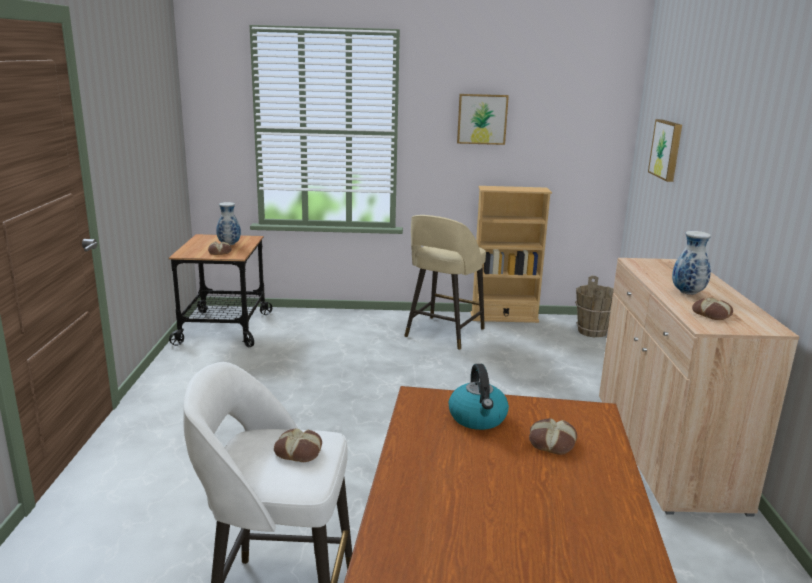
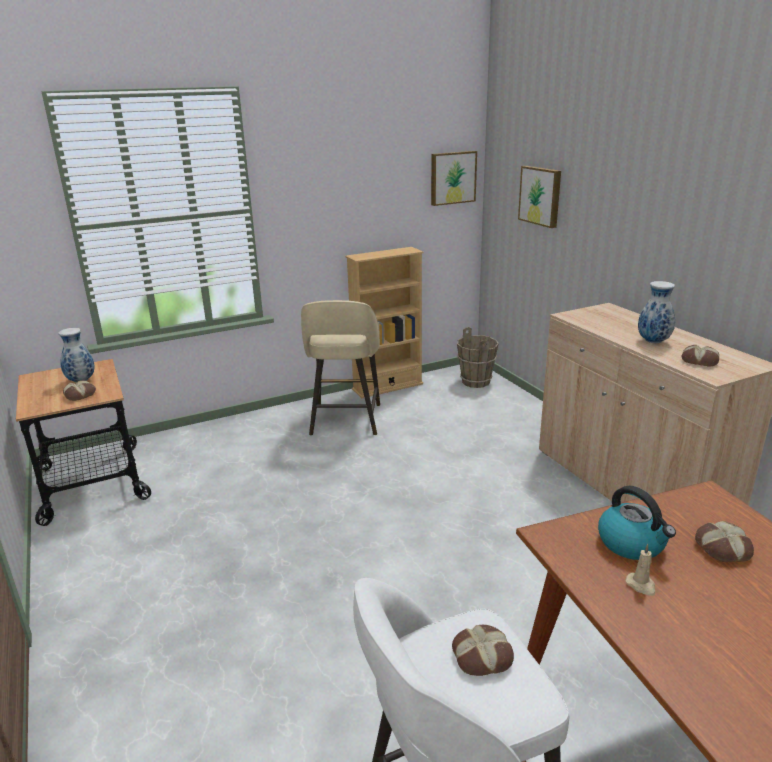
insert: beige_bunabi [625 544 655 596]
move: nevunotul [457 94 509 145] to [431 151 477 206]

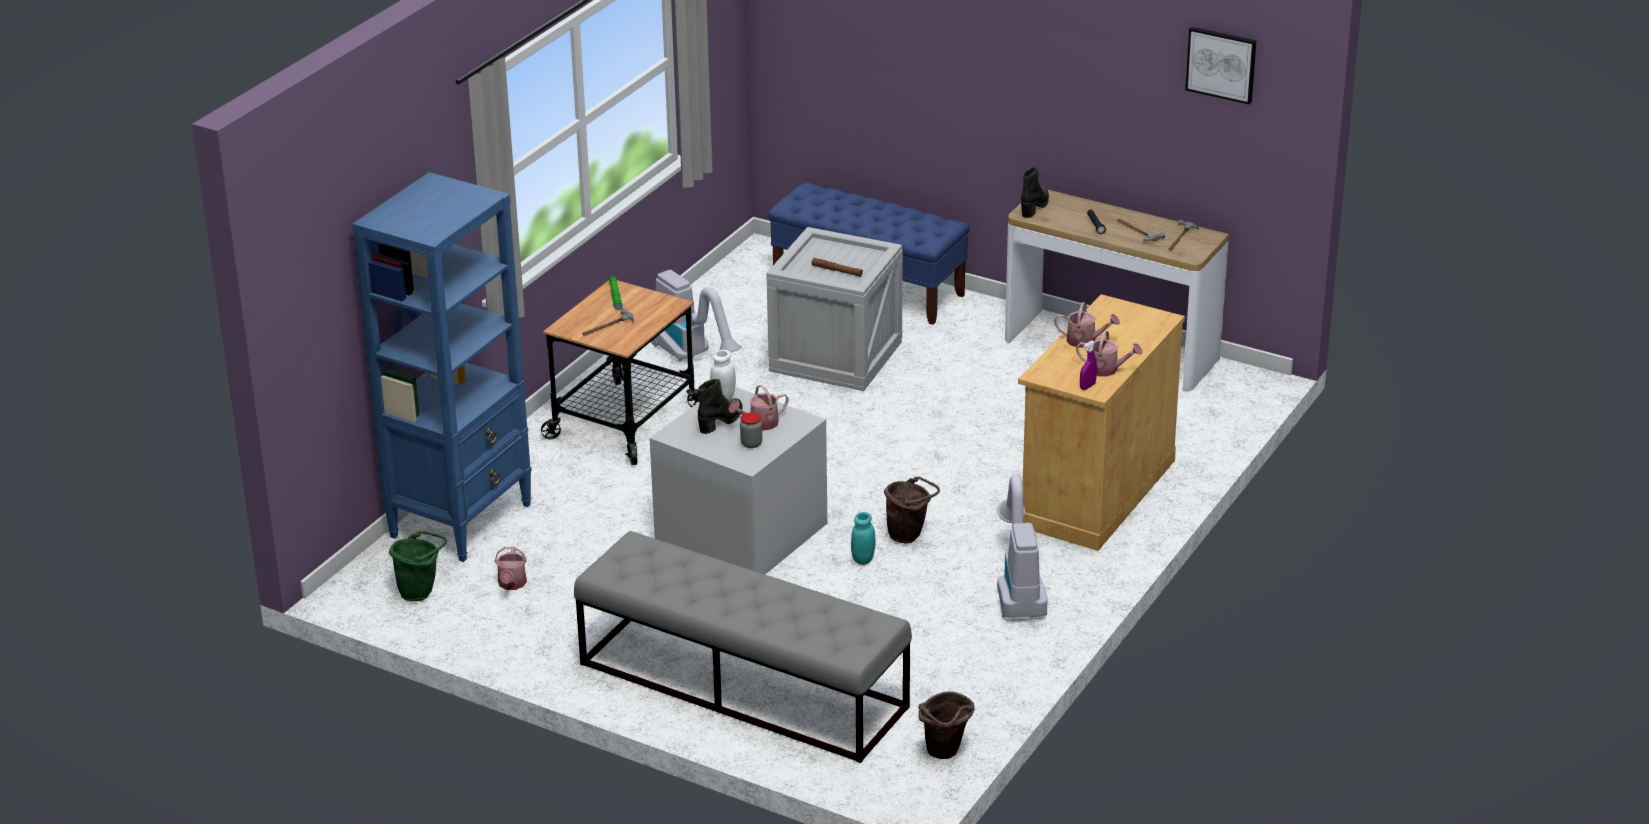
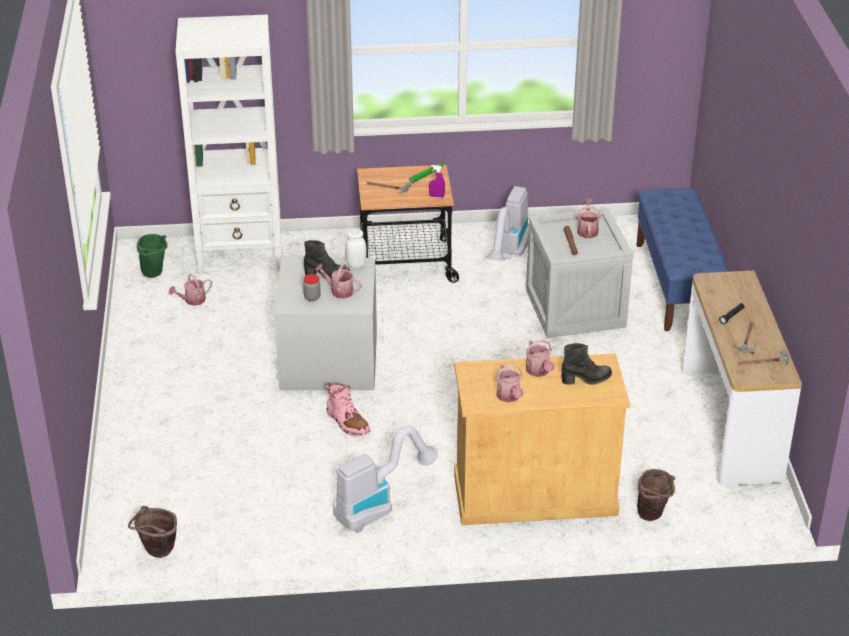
delete: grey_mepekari [574 531 912 763]; nevunotul [1185 27 1256 105]
insert: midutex [577 199 601 238]
move: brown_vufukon [884 477 940 543] to [637 469 675 521]; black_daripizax [1021 167 1049 218] to [561 343 612 385]; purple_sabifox [1080 340 1097 390] to [429 165 445 198]
replace: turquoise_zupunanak [851 512 876 565] to pink_daripizax [325 382 370 437]
recolor: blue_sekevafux [352 172 532 562] to white_sekevafux [175 15 281 274]

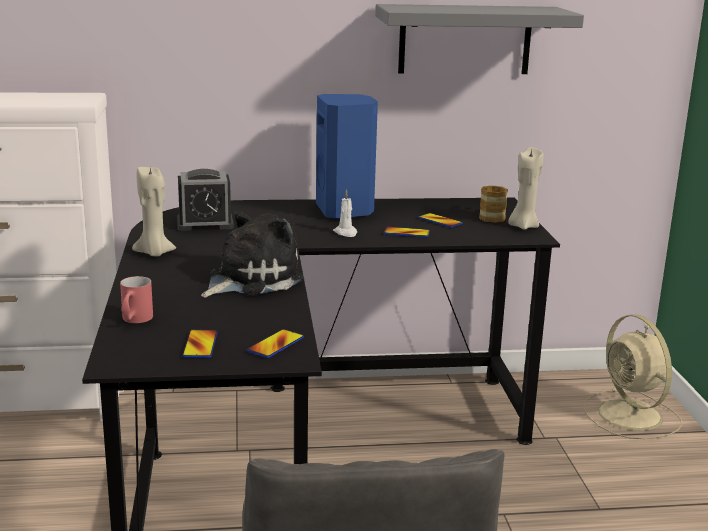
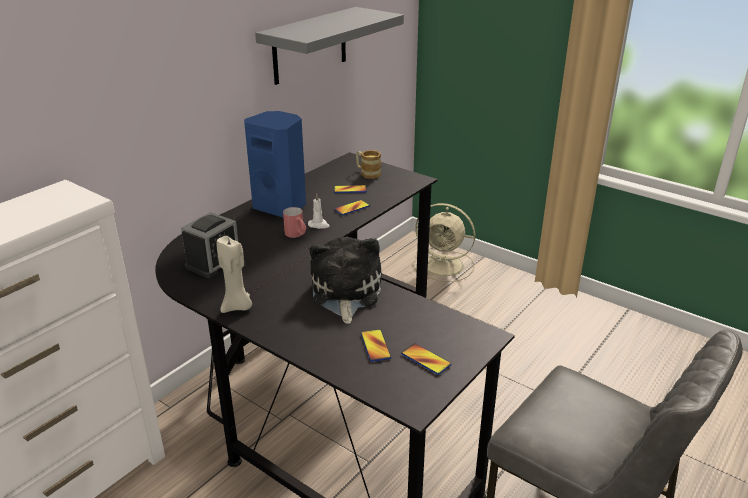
delete: beige_bunabi [508 147 544 230]
move: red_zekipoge [120 276 153 323] to [283 207 306 238]; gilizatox [247 329 304 358] to [361 329 391 362]

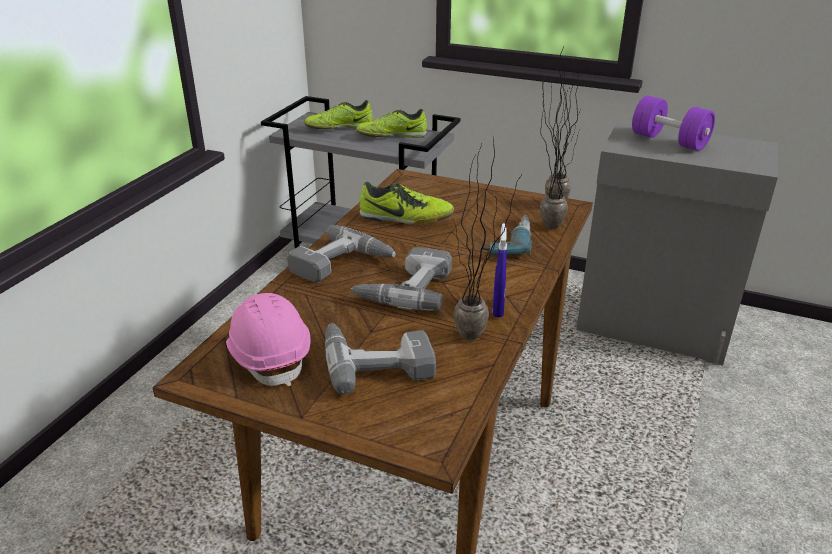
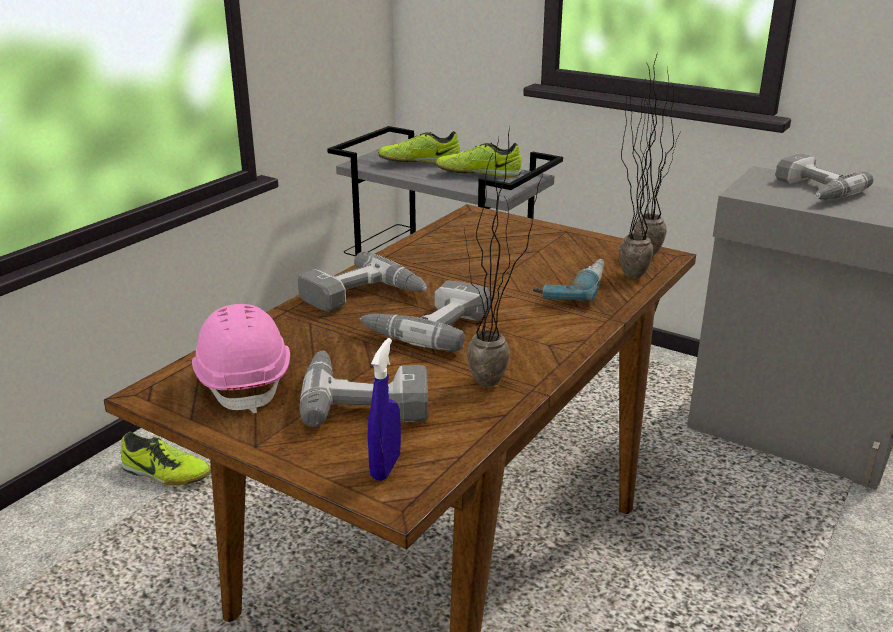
move: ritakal [360 181 454 224] to [121 432 211 486]; blue_sabifox [493 223 507 318] to [368 338 401 481]
replace: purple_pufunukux [632 95 715 151] to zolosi [775 154 873 200]

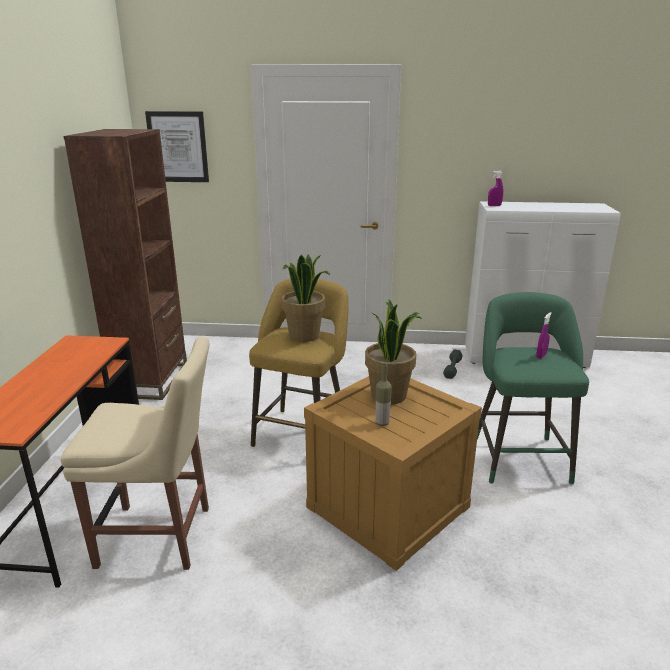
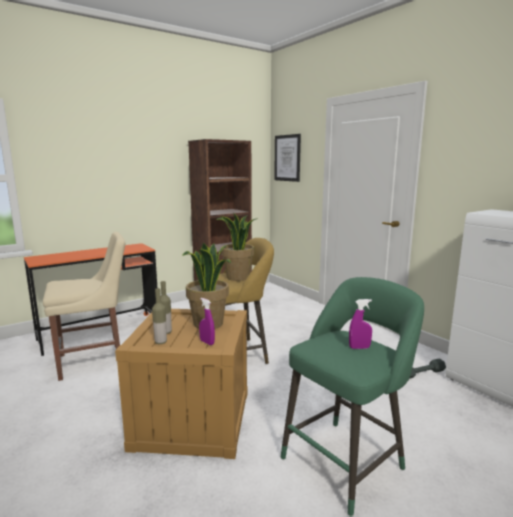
insert: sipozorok [152 288 167 344]
move: purple_sabifox [488 171 503 206] to [199 298 215 345]
rotate: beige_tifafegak [61 336 209 570] = [43 232 125 381] 75 degrees counterclockwise

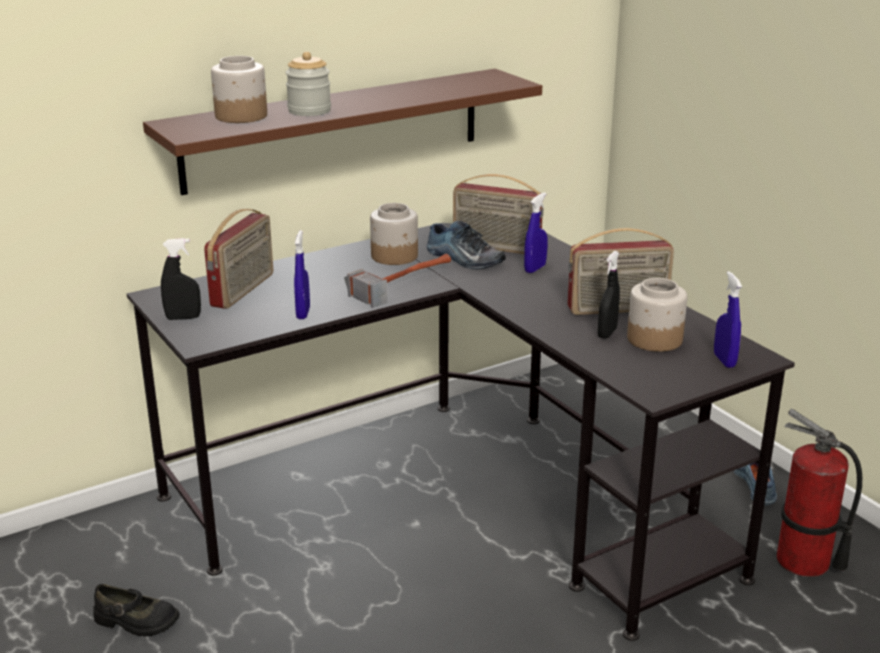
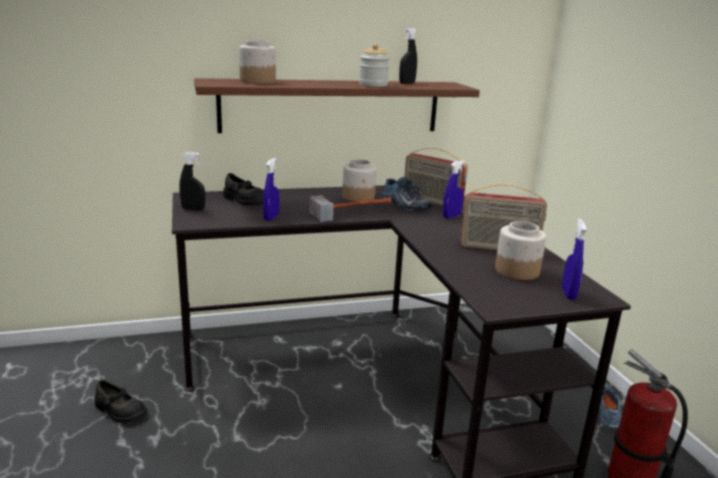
move: zupunanak [285 52 331 116] to [359 44 390 87]; black_sabifox [598 251 620 339] to [399 28 417 84]
replace: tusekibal [204 209 273 309] to black_ritakal [223 173 264 206]

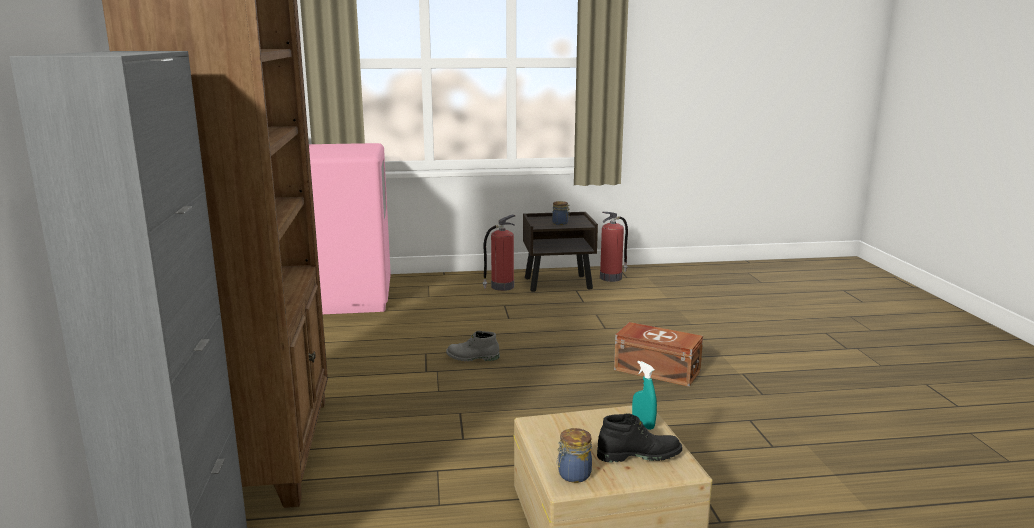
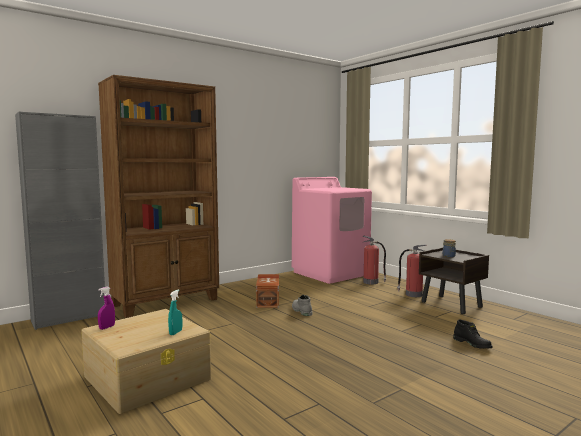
move: black_daripizax [597 413 682 462] to [453 320 493 349]; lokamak [600 212 628 282] to [362 236 386 285]; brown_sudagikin [614 322 703 387] to [256 274 279 308]
replace: zupunanak [557 428 592 483] to purple_sabifox [98 287 115 330]

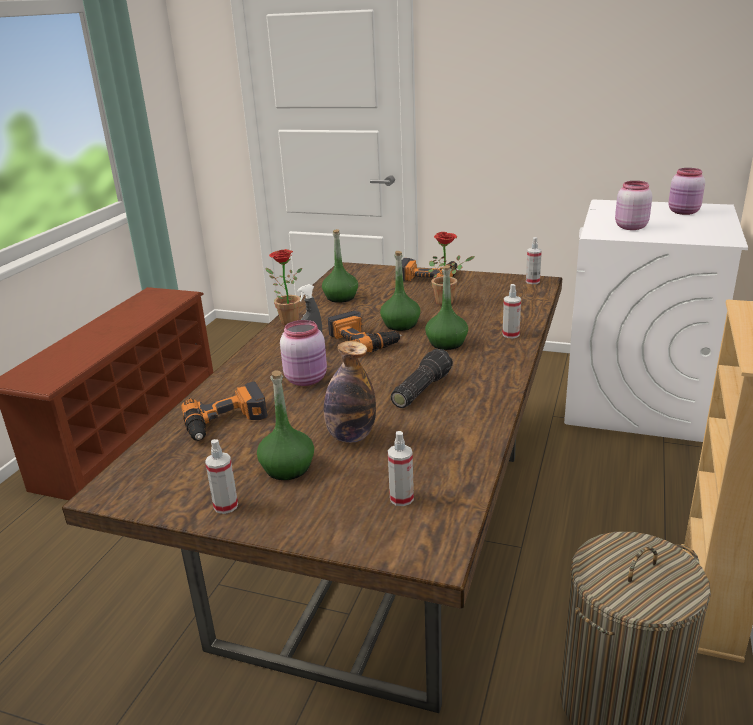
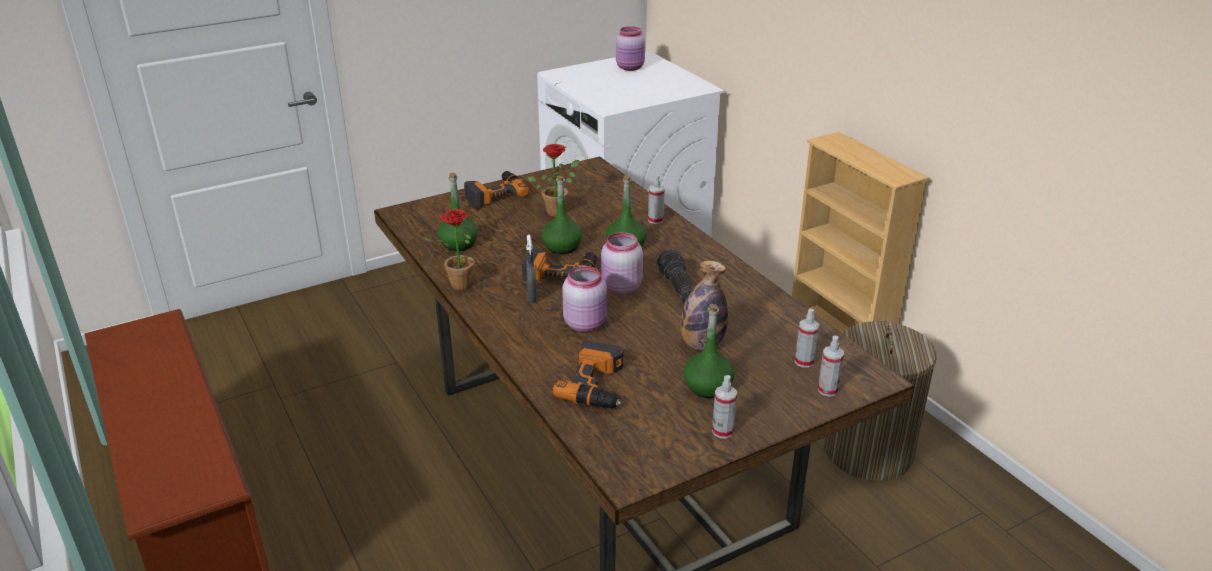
move: sabifox [526 237 542 284] to [818 336 844 397]; pink_zupunanak [615 181 652 230] to [601 232 643 295]

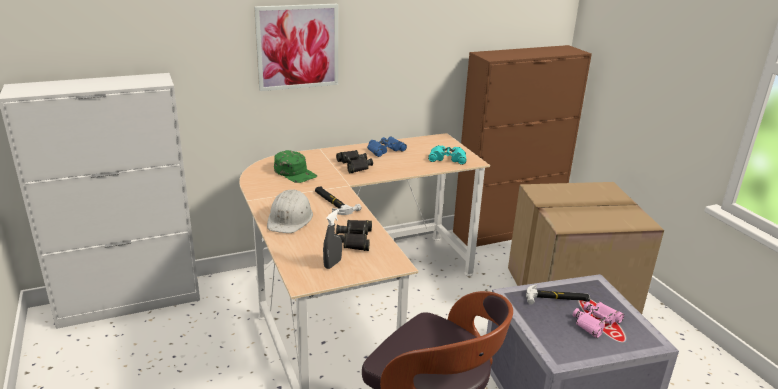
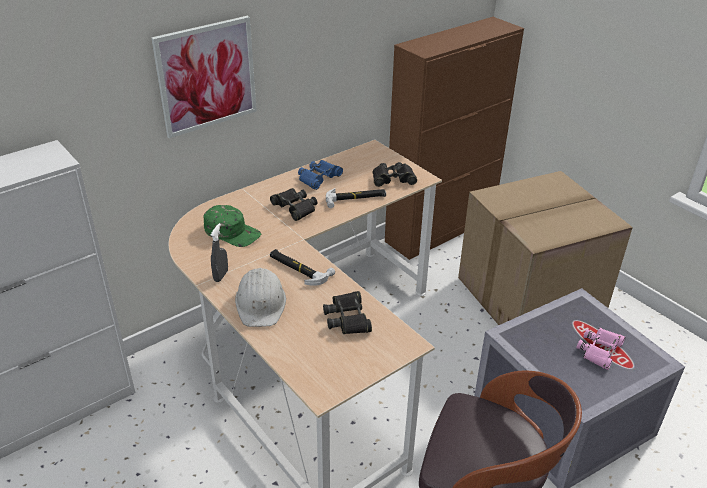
move: grey_sabifox [323 209 342 269] to [210 223 228 282]; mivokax [526 284 590 305] to [326 188 386 208]
recolor: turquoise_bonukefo [428 145 467 165] to black_bonukefo [373 162 417 187]

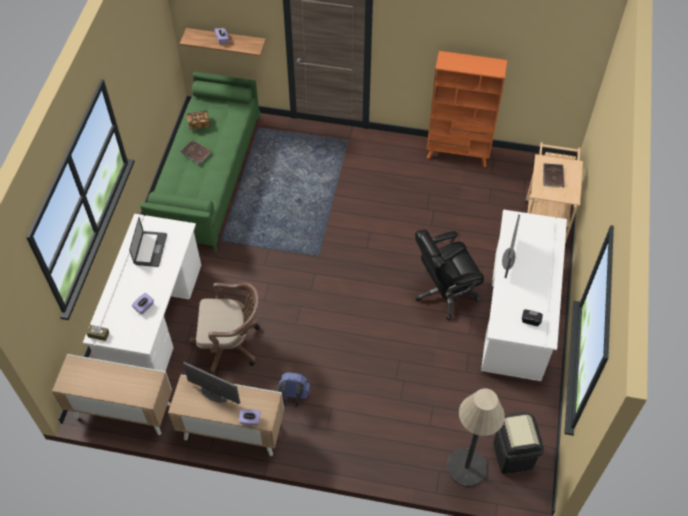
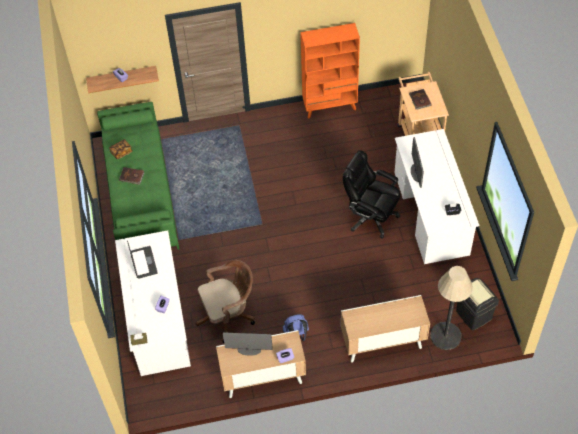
move: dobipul [52 354 172 435] to [341 295 430 363]
rotate: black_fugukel [415 230 484 320] = [343 150 400 239] 75 degrees clockwise

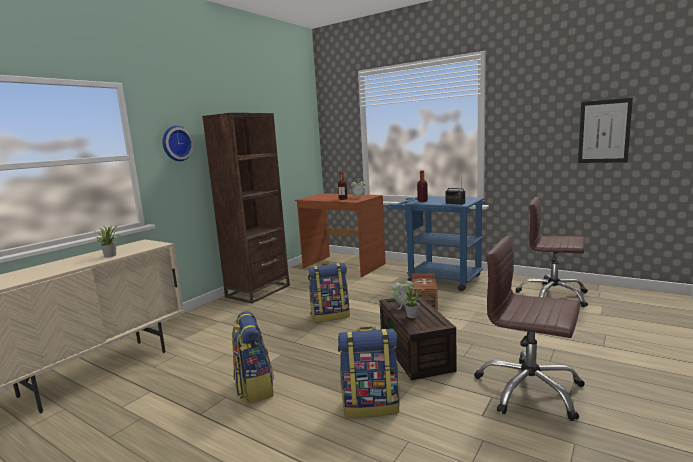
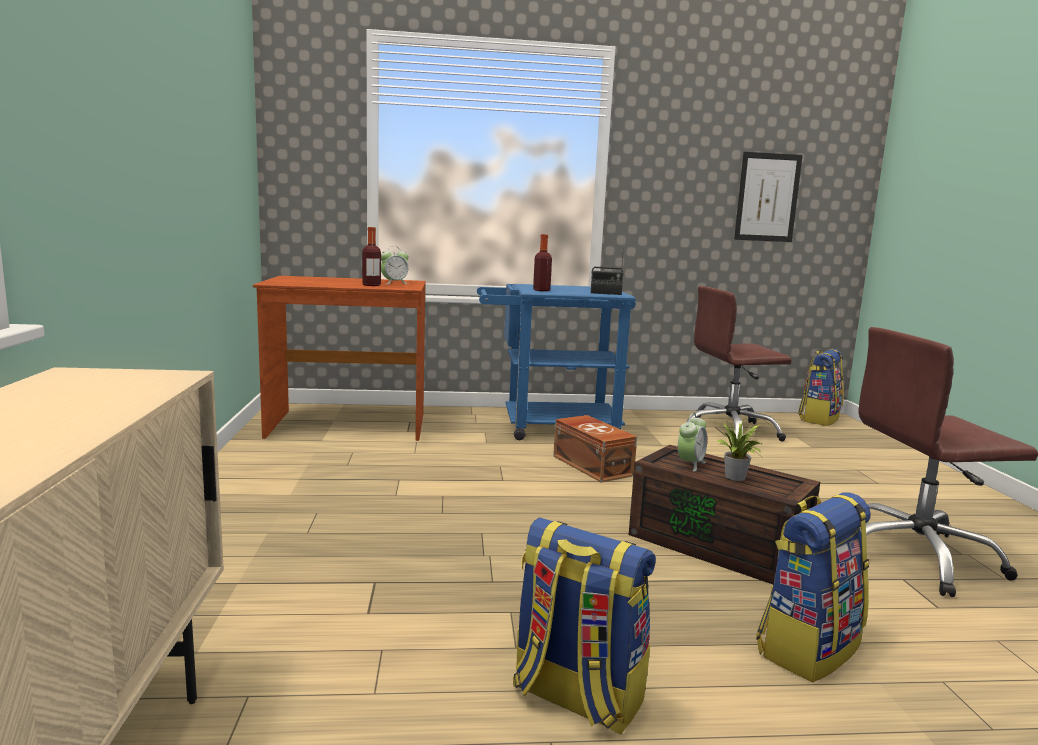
delete: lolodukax [92 225 120 257]; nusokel [162 126 194 161]; brown_sekevafux [202 113 290 303]
move: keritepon [308 263 350 322] to [798 349 844 426]

